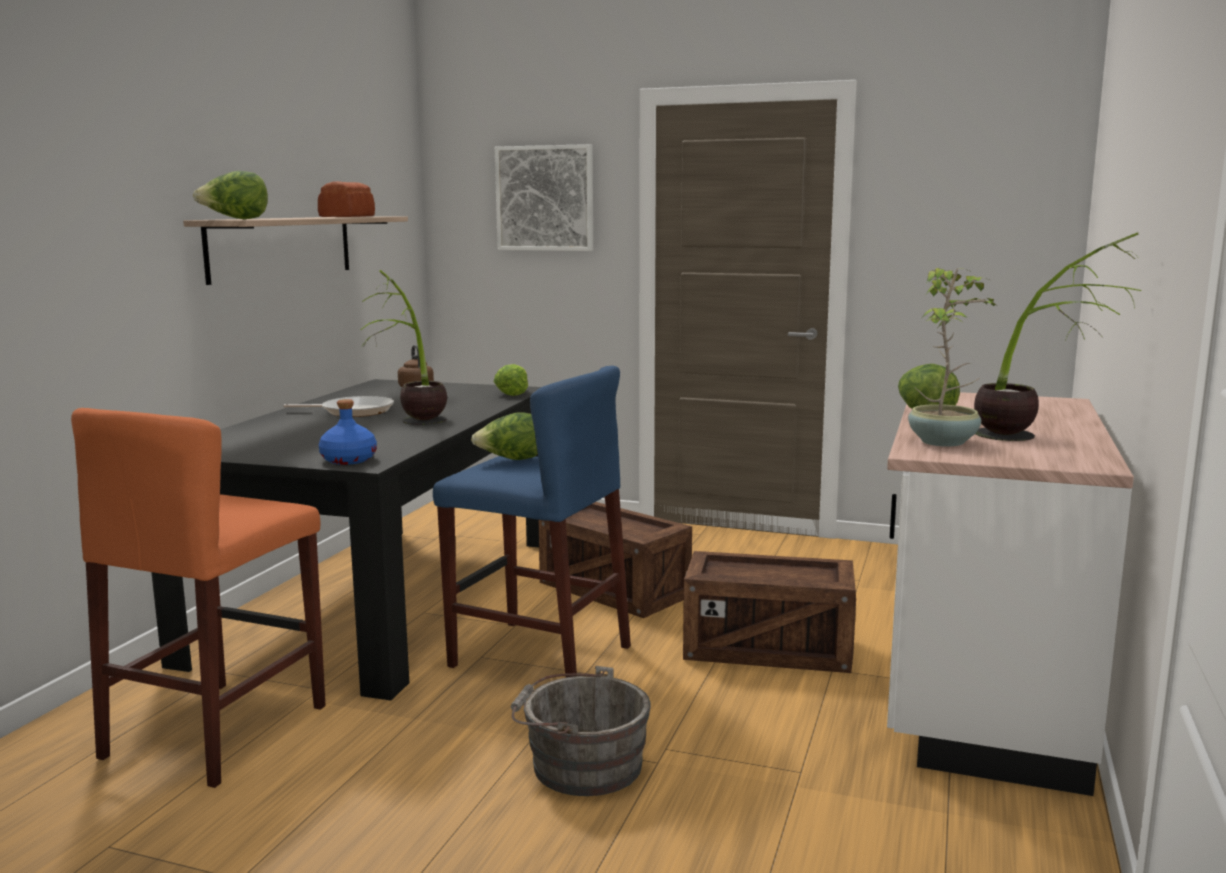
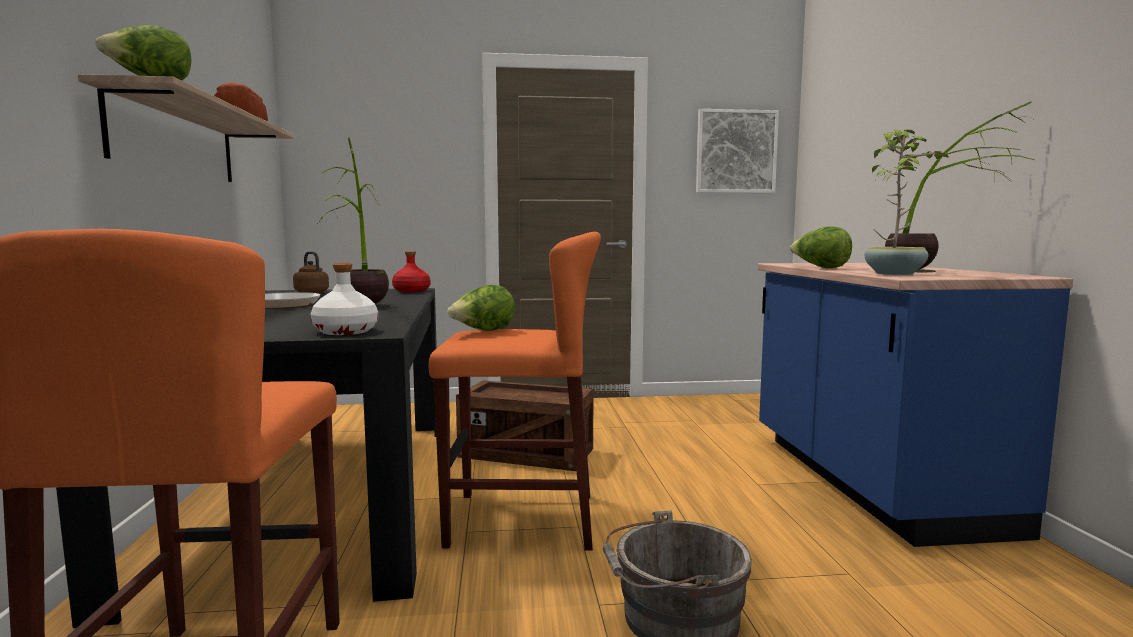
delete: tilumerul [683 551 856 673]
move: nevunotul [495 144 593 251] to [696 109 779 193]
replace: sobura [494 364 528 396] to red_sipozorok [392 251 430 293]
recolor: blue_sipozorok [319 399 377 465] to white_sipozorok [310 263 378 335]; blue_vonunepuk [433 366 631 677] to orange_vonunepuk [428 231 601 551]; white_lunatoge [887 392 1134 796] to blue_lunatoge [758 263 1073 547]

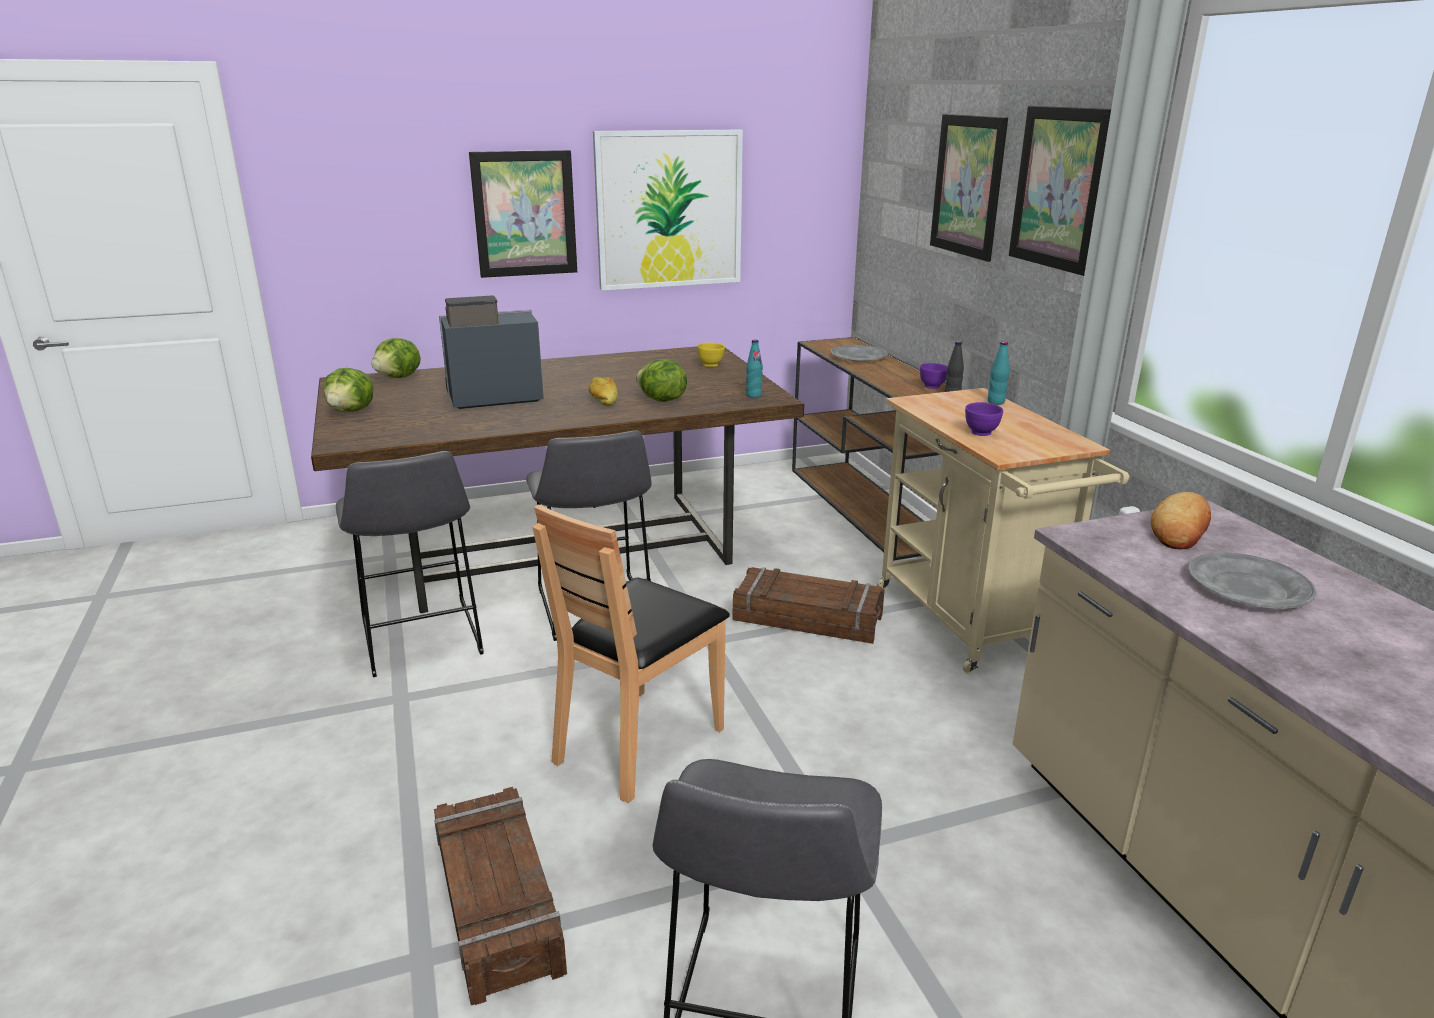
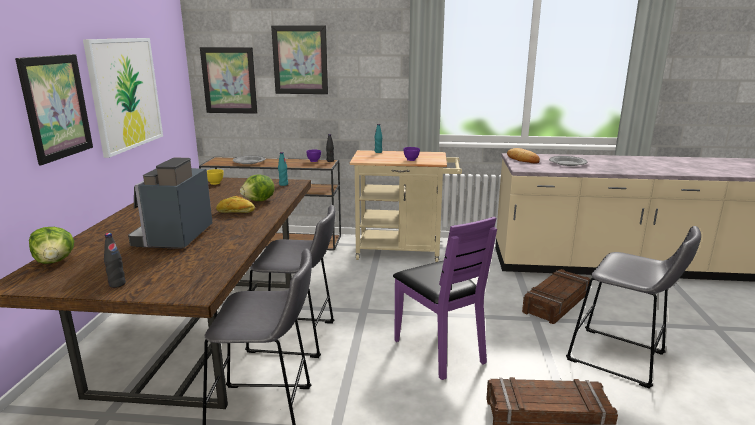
move: tilumerul [732 567 885 644] to [522 269 590 324]; nevunotul [1009 106 1111 276] to [200 47 257 114]
replace: sobura [324 368 373 412] to black_sipozorok [104 233 126 288]
recolor: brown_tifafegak [532 504 730 803] to purple_tifafegak [393 217 497 380]

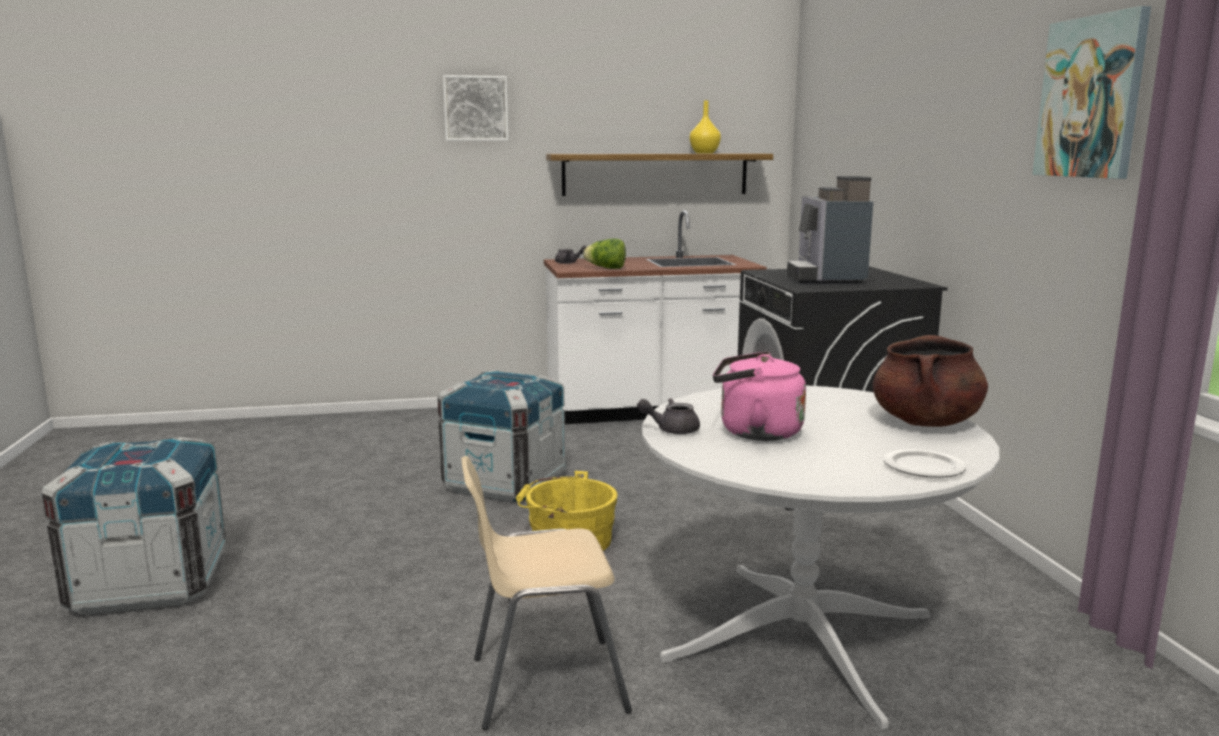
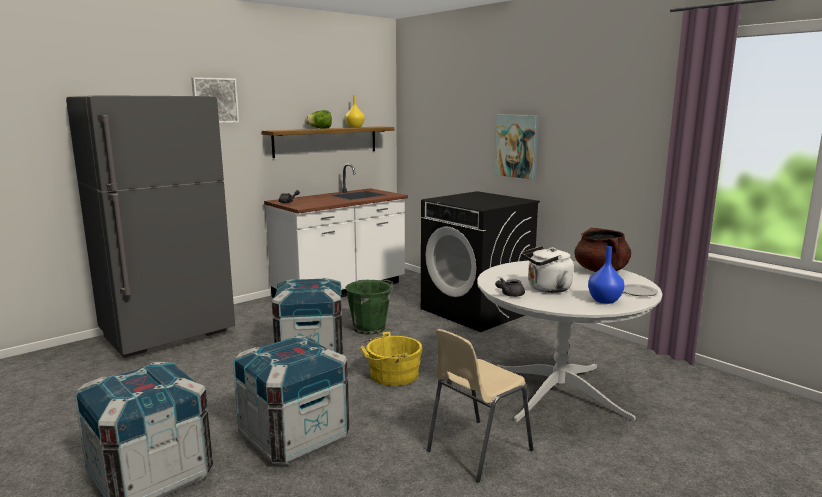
delete: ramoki [787 176 873 283]
insert: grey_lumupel [66 95 235 358]; tilumerul [233 336 349 465]; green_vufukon [345 280 393 335]; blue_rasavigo [588 246 624 304]
move: sobura [583 238 626 269] to [306 110 332 129]; nevunotul [1032 6 1151 179] to [494 115 539 180]
recolor: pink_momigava [713 351 806 441] to white_momigava [522 246 573 293]

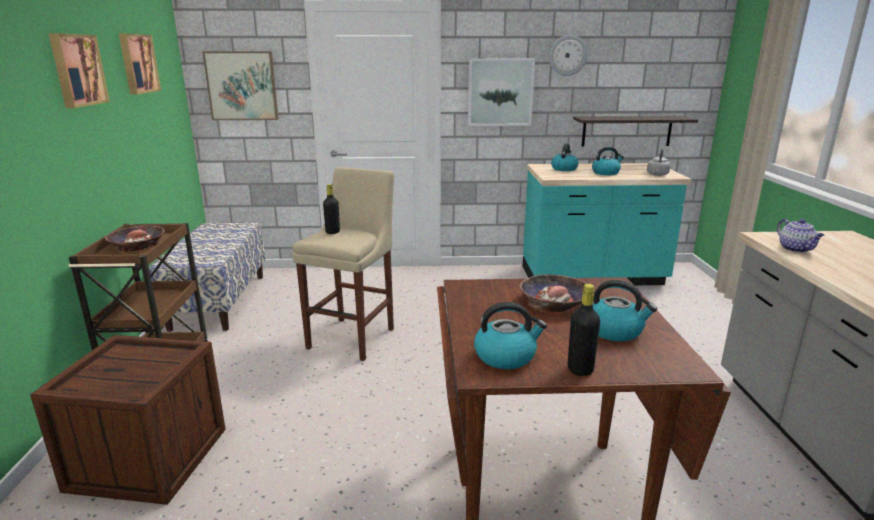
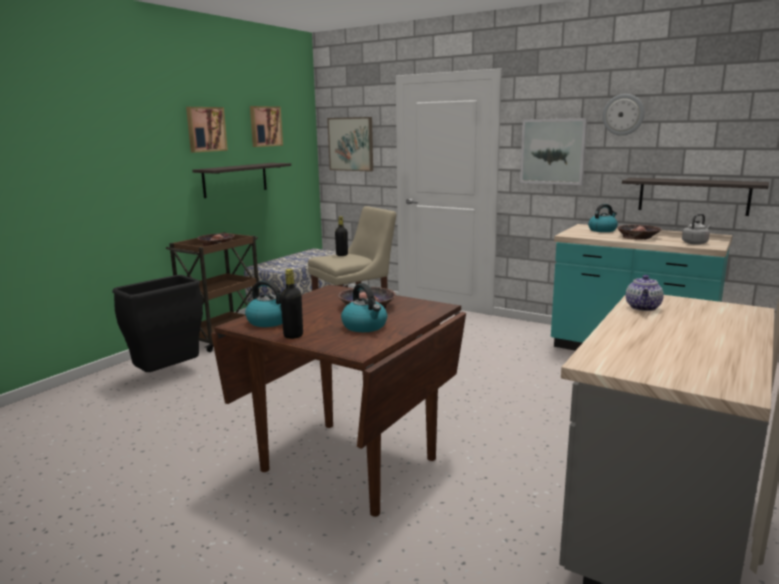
insert: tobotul [192 163 291 198]
replace: tilumerul [30 335 226 505] to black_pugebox [112 275 203 372]; momigava [592 147 624 175] to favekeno [617 225 662 240]

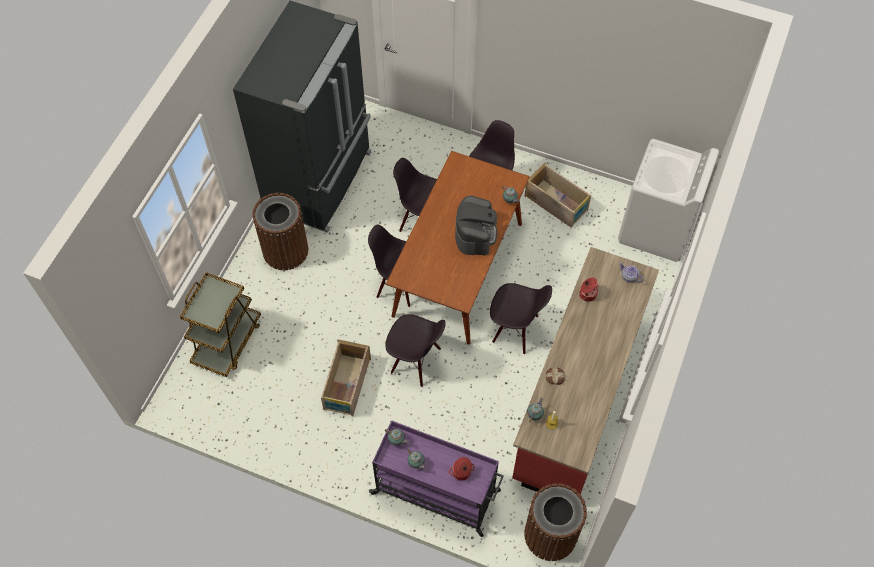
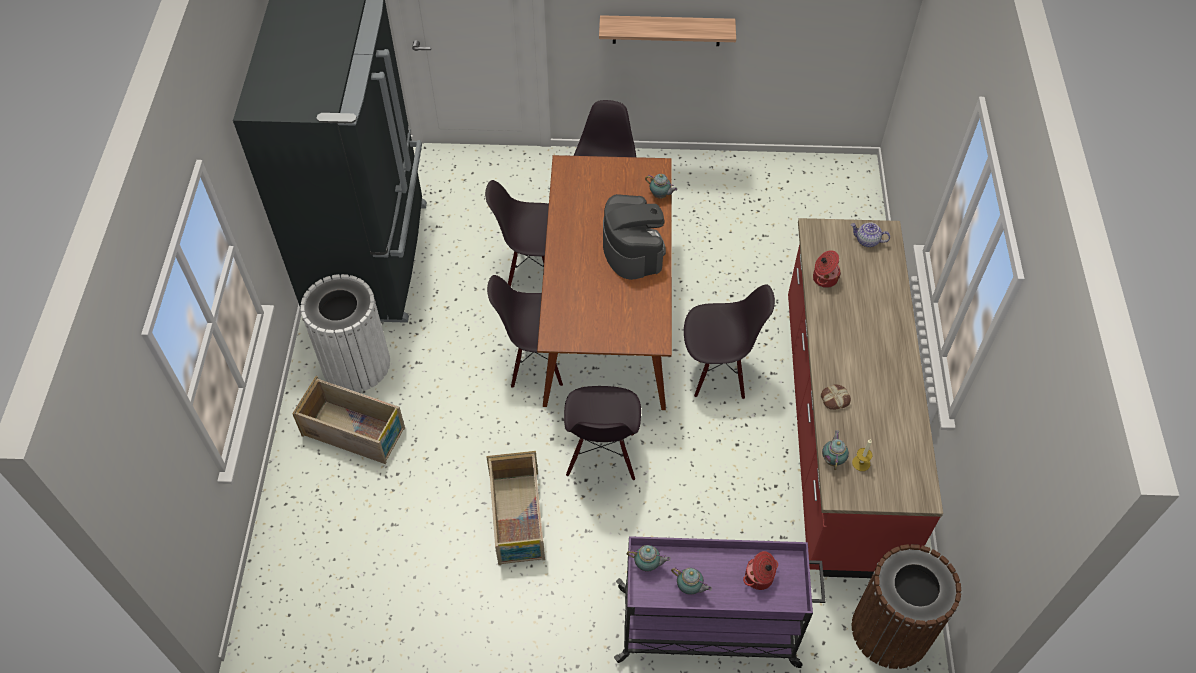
delete: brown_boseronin [180 272 261 377]; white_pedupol [618 139 719 262]
insert: tobotul [599 15 736 46]
move: tilumerul [524 162 591 228] to [292 376 405 464]
recolor: brown_pugebox [252 193 309 270] to white_pugebox [300 274 390 392]
rotate: black_tifafegak [385 314 446 387] = [564 386 641 481] 90 degrees clockwise

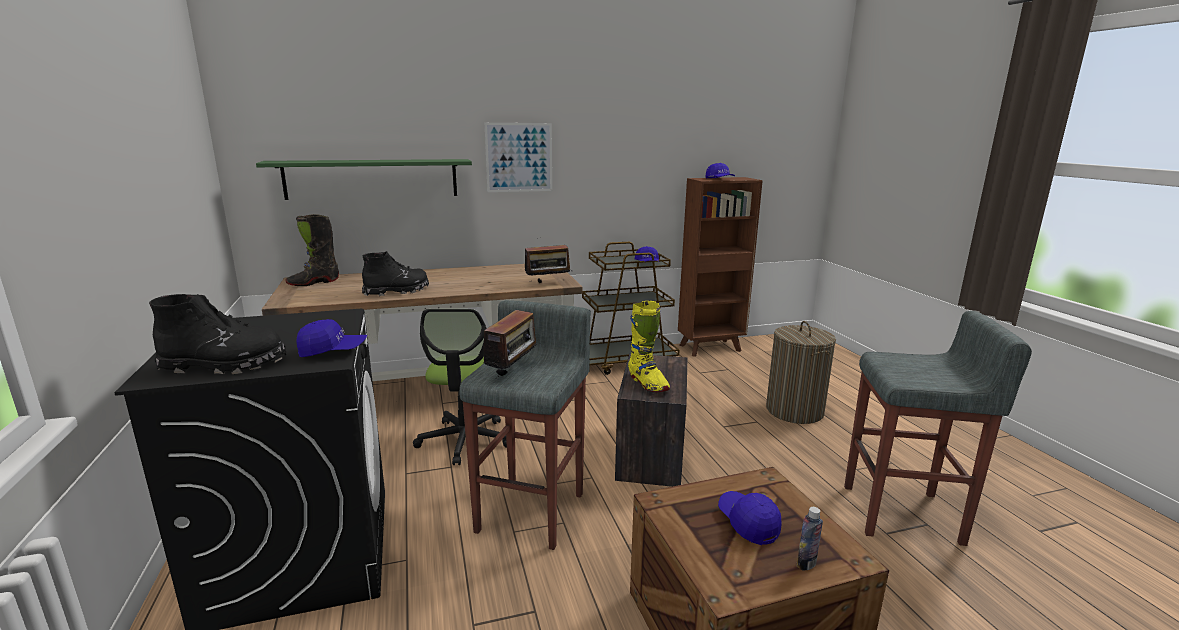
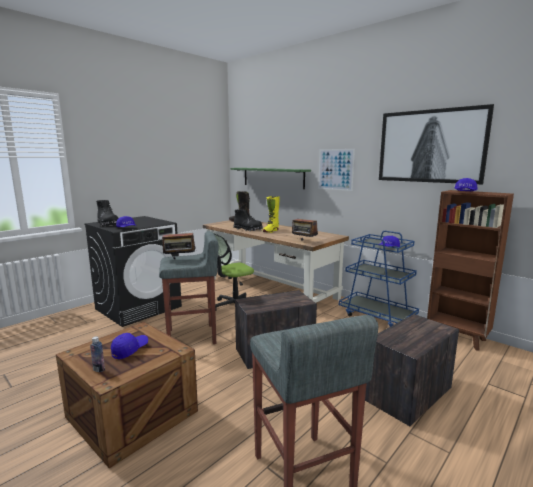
insert: nevunotul [379 104 494 185]
move: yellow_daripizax [628 301 670 392] to [263 196 279 233]
replace: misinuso [766 321 836 424] to tilumerul [365 314 459 426]
recolor: brown_boseronin [582 242 680 375] to blue_boseronin [339 231 419 327]

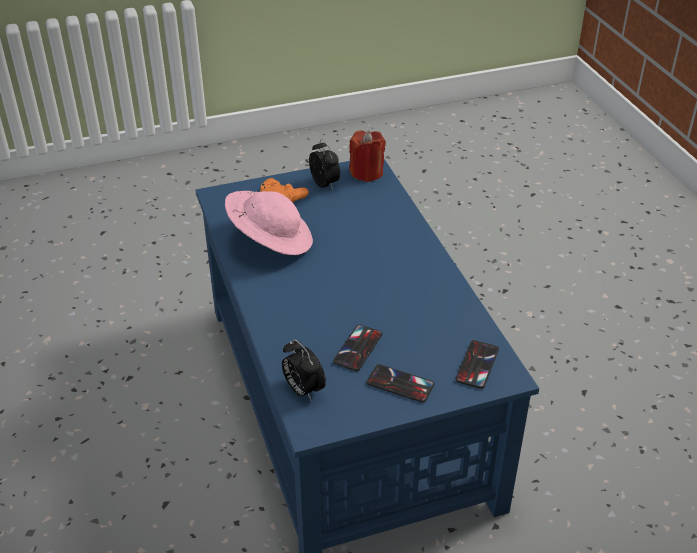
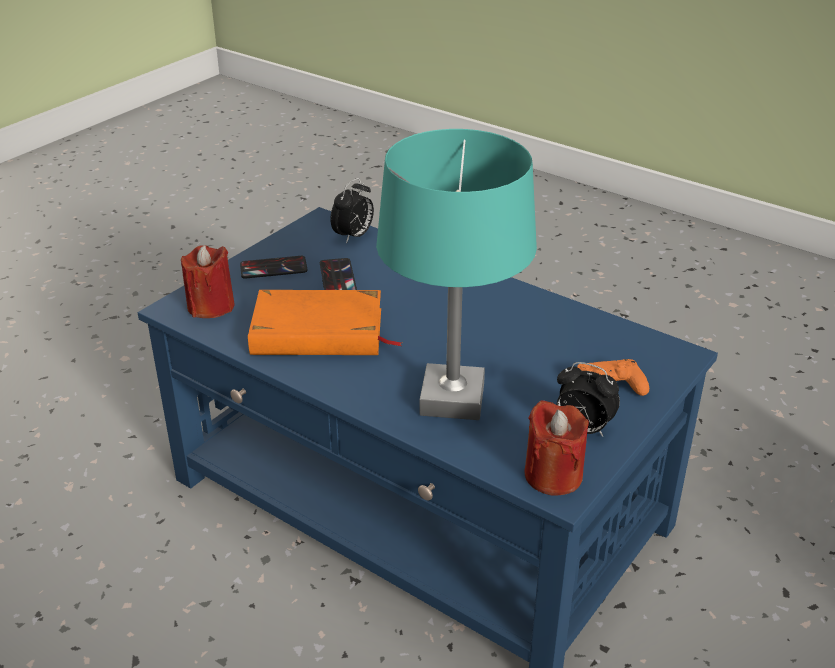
delete: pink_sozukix [225 191 313 255]
insert: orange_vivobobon [248 290 403 355]; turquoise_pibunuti [376 129 537 420]
replace: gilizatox [456 340 499 389] to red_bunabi [181 245 235 318]
rotate: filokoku [282 339 326 401] = [331 178 374 244] 105 degrees clockwise

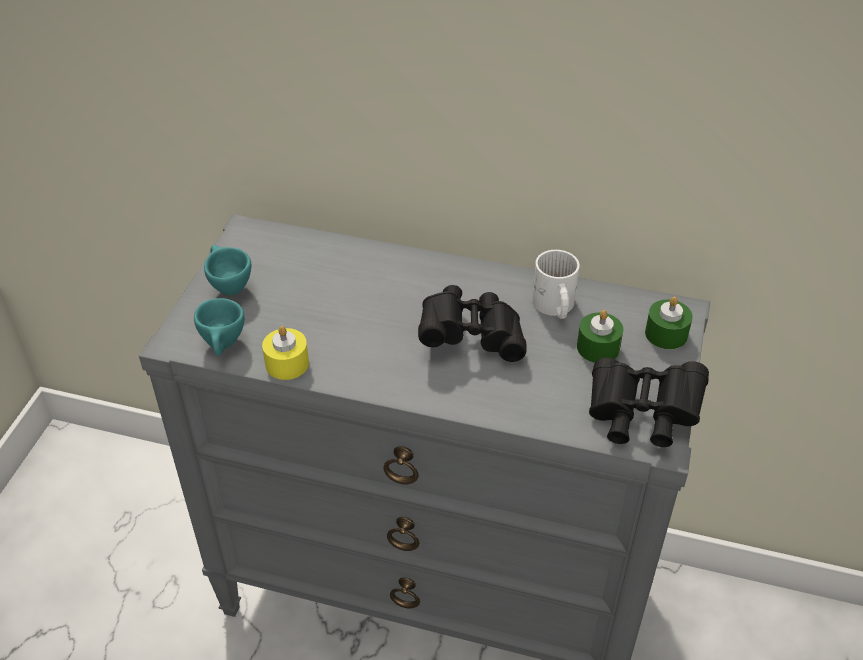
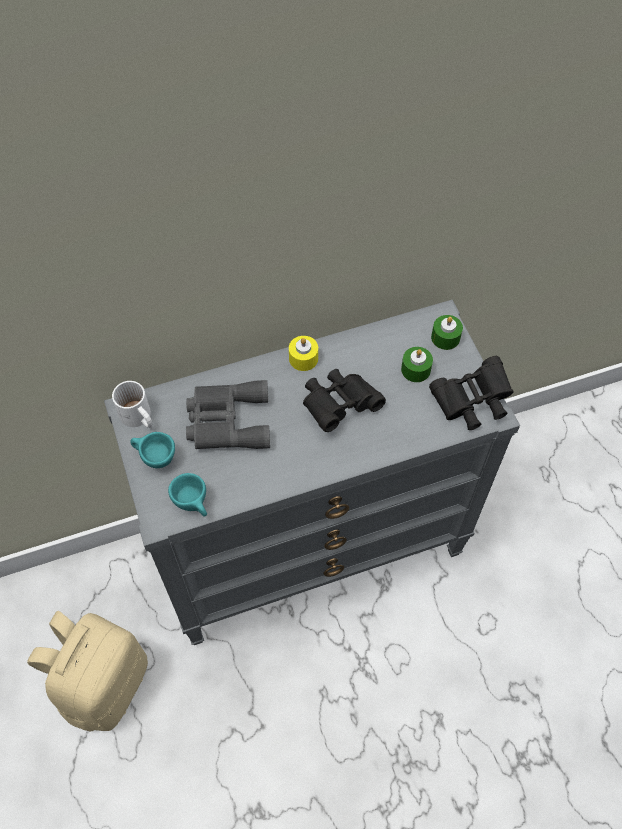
insert: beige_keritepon [27 611 148 732]; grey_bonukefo [186 380 270 449]
move: yellow_bunabi [262 326 309 380] to [289 336 318 371]; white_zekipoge [532 250 579 319] to [112 381 152 428]

